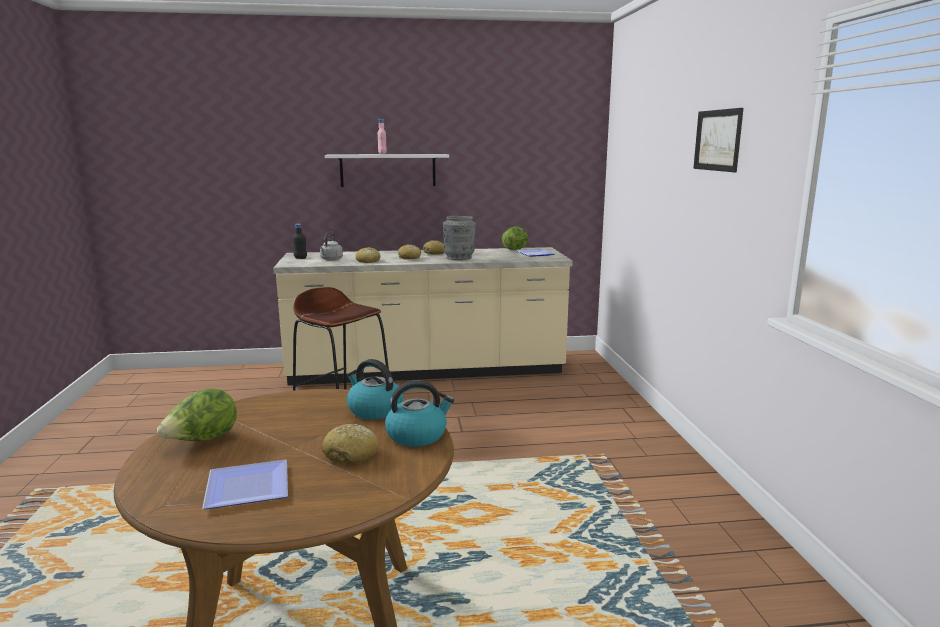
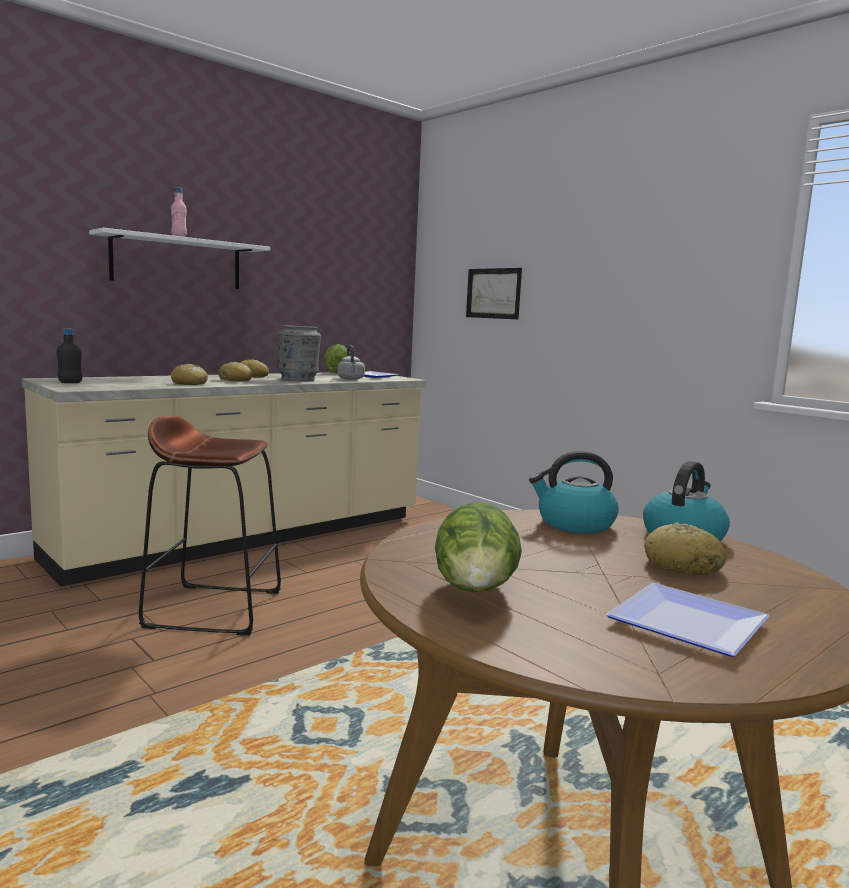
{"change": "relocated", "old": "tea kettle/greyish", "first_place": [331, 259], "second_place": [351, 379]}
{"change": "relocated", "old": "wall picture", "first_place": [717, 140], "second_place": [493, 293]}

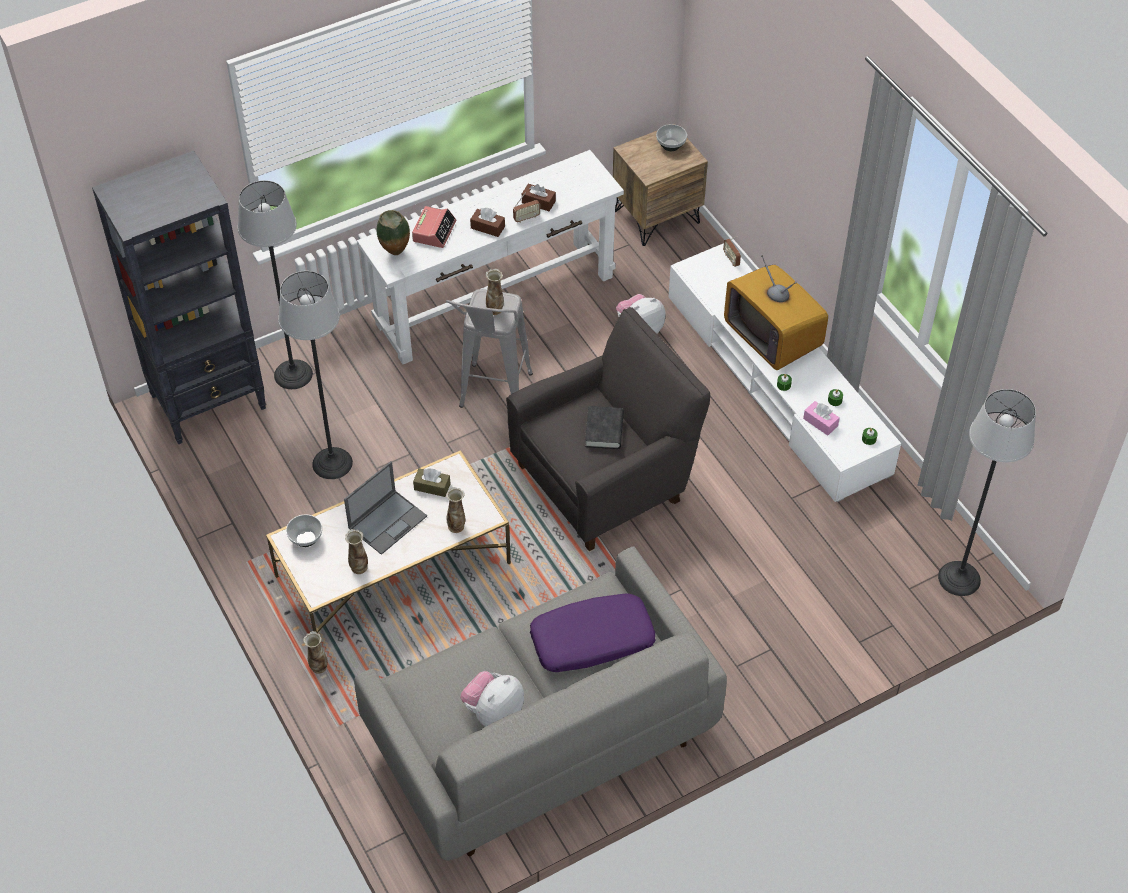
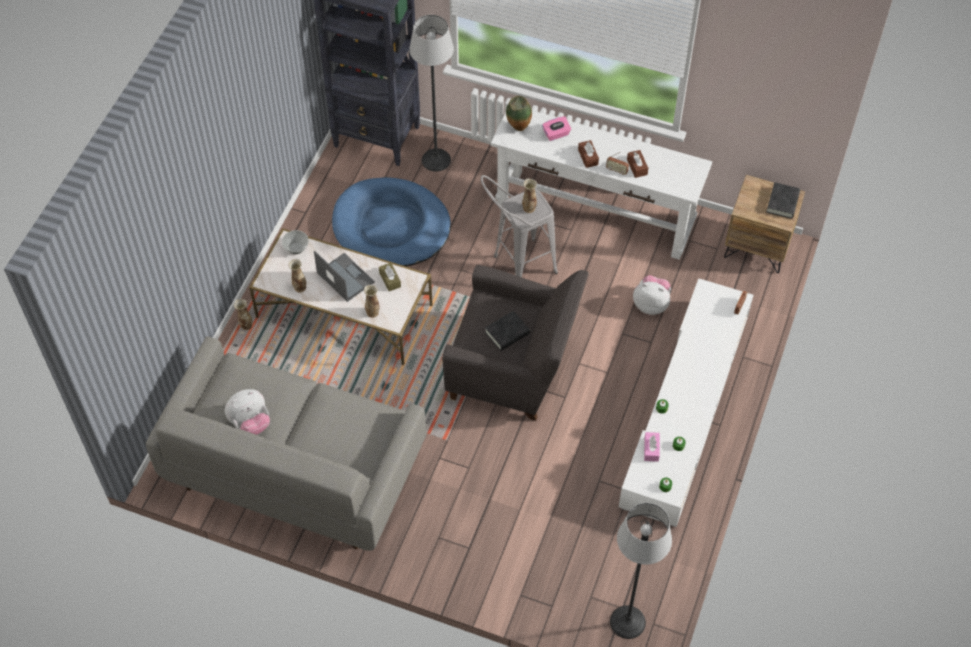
{"change": "exchanged", "old": "floor lamp", "new": "pet bed/bluish", "first_place": [332, 463], "second_place": [391, 226]}
{"change": "spun", "old": "notebook computer", "first_place": [388, 521], "second_place": [345, 277], "degrees": -135}
{"change": "exchanged", "old": "alarm clock", "new": "tissue holder/pink-coloured", "first_place": [434, 231], "second_place": [556, 134]}
{"change": "spun", "old": "cuddly toy", "first_place": [494, 713], "second_place": [250, 423], "degrees": 150}
{"change": "missing", "old": "pillow/purple", "first_place": [592, 641]}
{"change": "exchanged", "old": "deep dish", "new": "book/black", "first_place": [671, 145], "second_place": [782, 203]}
{"change": "missing", "old": "TV", "first_place": [772, 337]}

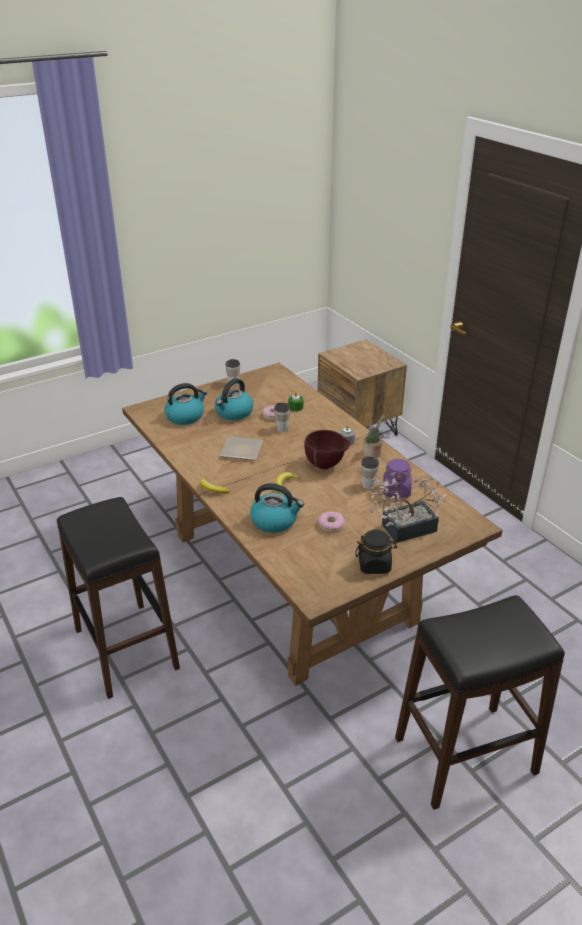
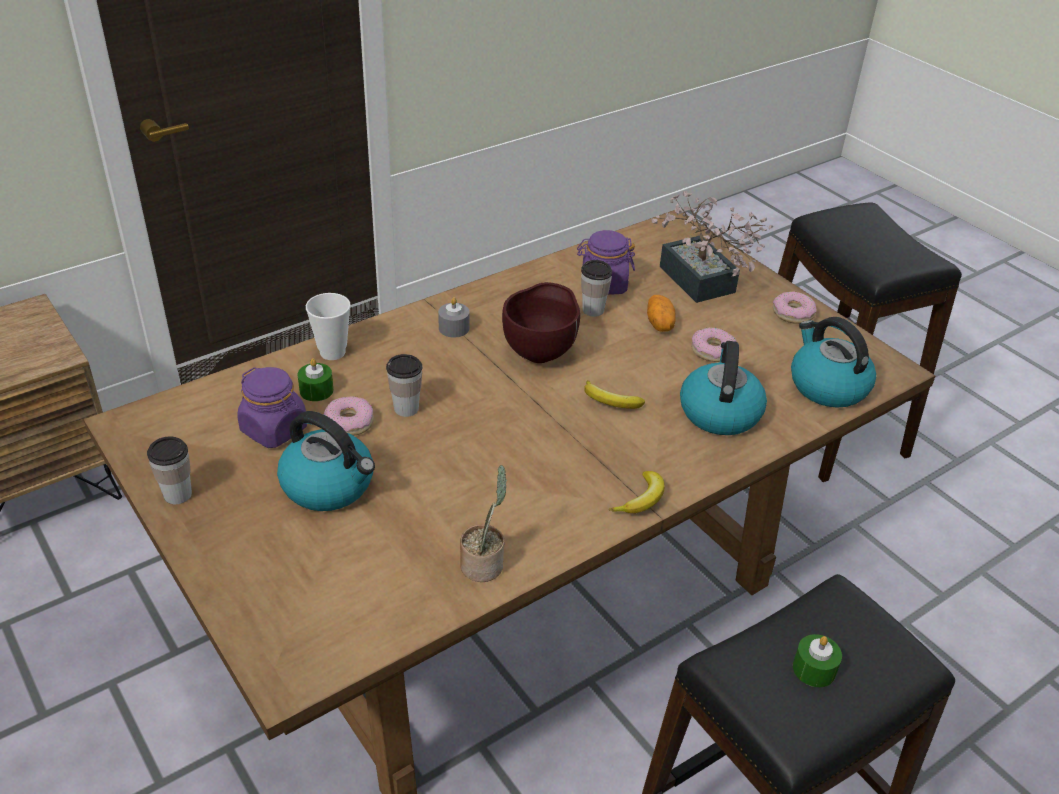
{"change": "relocated", "old": "tea kettle", "first_place": [185, 416], "second_place": [827, 386]}
{"change": "missing", "old": "dinner plate", "first_place": [243, 450]}
{"change": "exchanged", "old": "storage jar/black", "new": "ring doughnut", "first_place": [374, 565], "second_place": [793, 313]}
{"change": "relocated", "old": "potted plant", "first_place": [372, 454], "second_place": [484, 564]}
{"change": "appeared", "new": "storage jar/purple", "second_place": [274, 429]}
{"change": "appeared", "new": "small cup", "second_place": [332, 352]}
{"change": "appeared", "new": "spud", "second_place": [660, 323]}
{"change": "appeared", "new": "wax light/green", "second_place": [814, 669]}

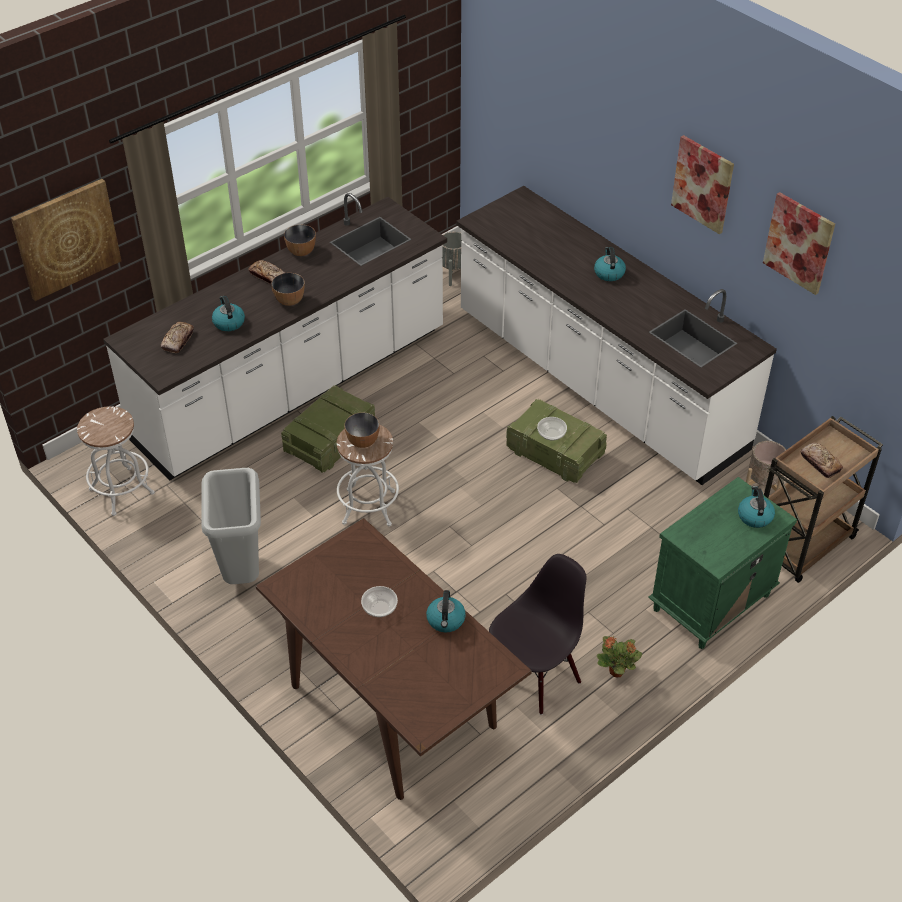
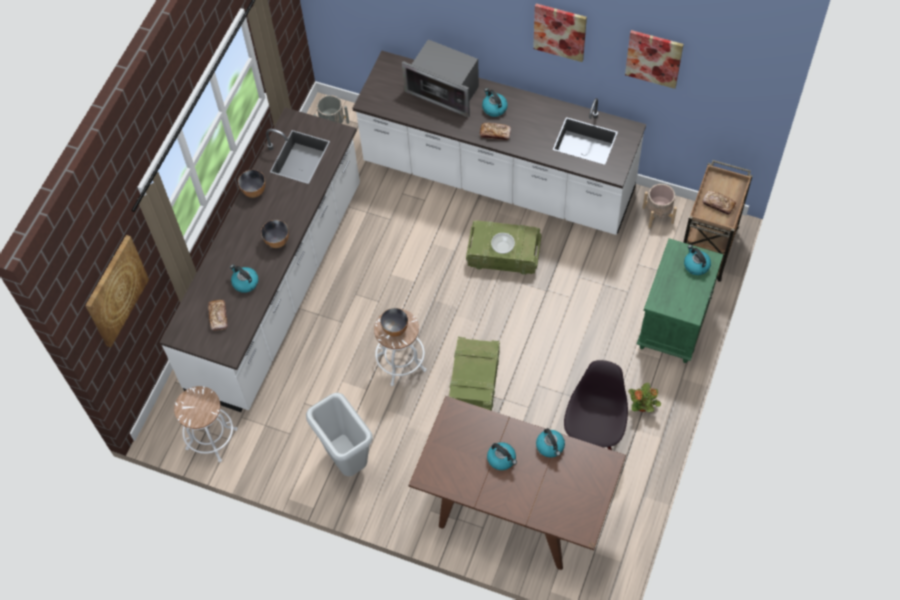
{"change": "relocated", "old": "bakery bread", "first_place": [268, 276], "second_place": [495, 133]}
{"change": "relocated", "old": "crate", "first_place": [330, 440], "second_place": [474, 380]}
{"change": "exchanged", "old": "deep dish", "new": "tea kettle", "first_place": [380, 607], "second_place": [502, 459]}
{"change": "appeared", "new": "microwave oven", "second_place": [445, 91]}

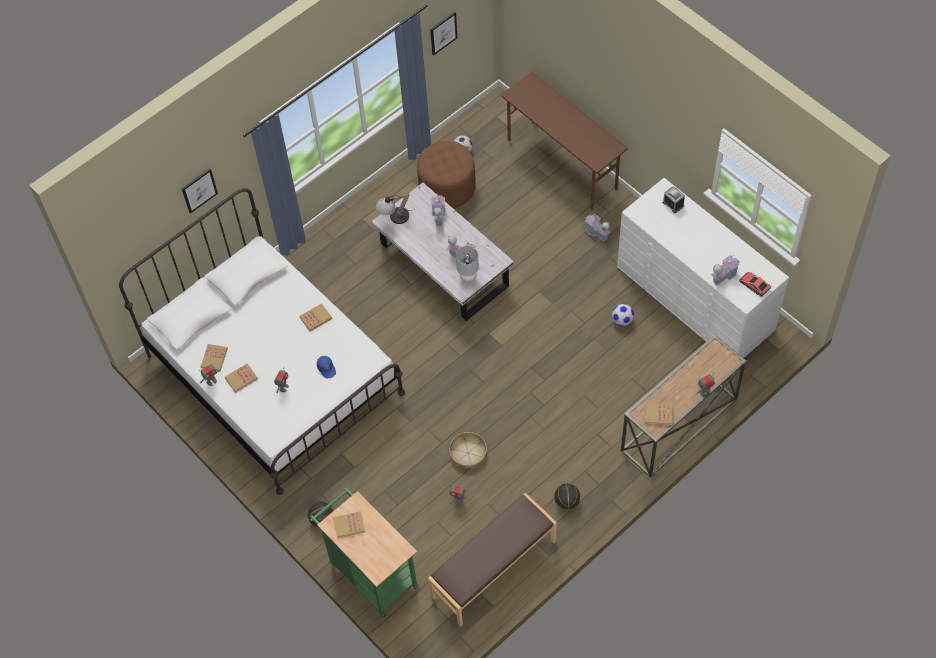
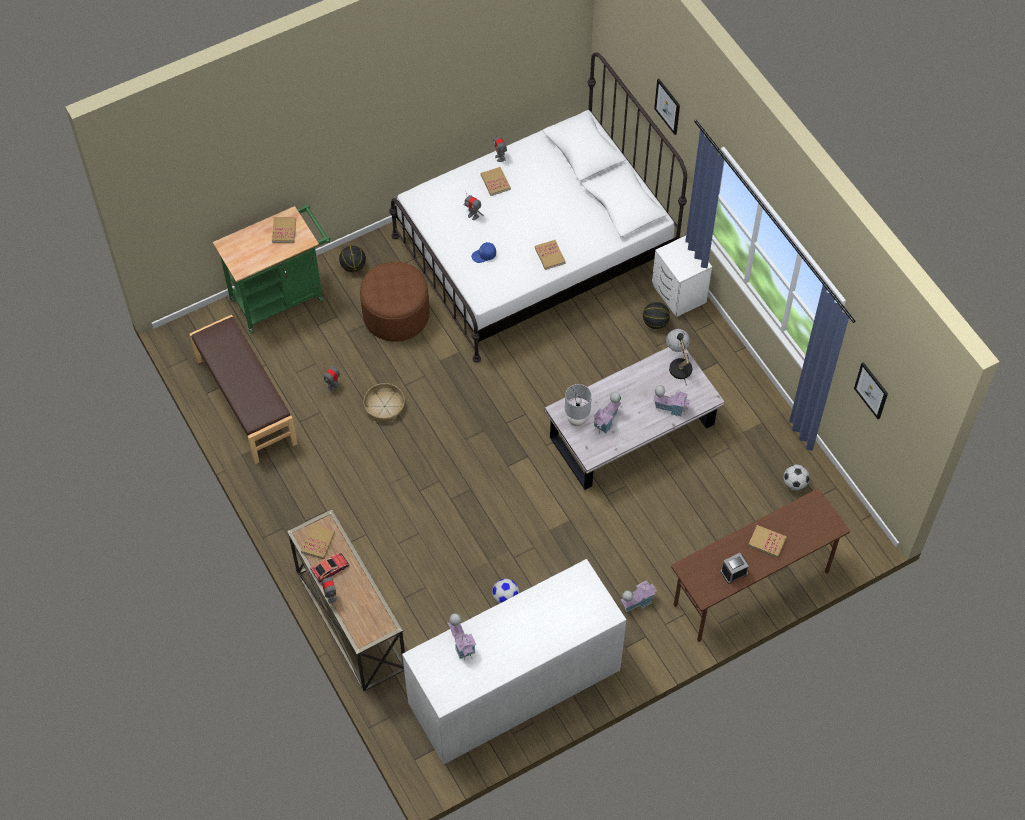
{"change": "relocated", "old": "book", "first_place": [214, 358], "second_place": [767, 542]}
{"change": "relocated", "old": "footrest/brown", "first_place": [447, 187], "second_place": [396, 315]}
{"change": "relocated", "old": "basketball ball", "first_place": [566, 502], "second_place": [655, 322]}
{"change": "relocated", "old": "alarm clock", "first_place": [673, 204], "second_place": [734, 572]}
{"change": "relocated", "old": "miniature car", "first_place": [754, 285], "second_place": [330, 568]}
{"change": "appeared", "new": "night table/whitish", "second_place": [679, 295]}

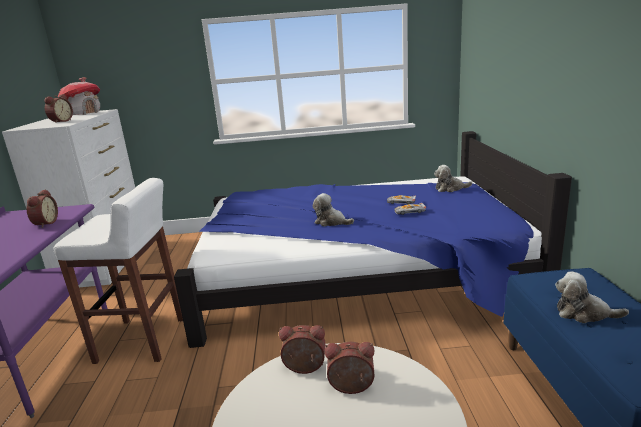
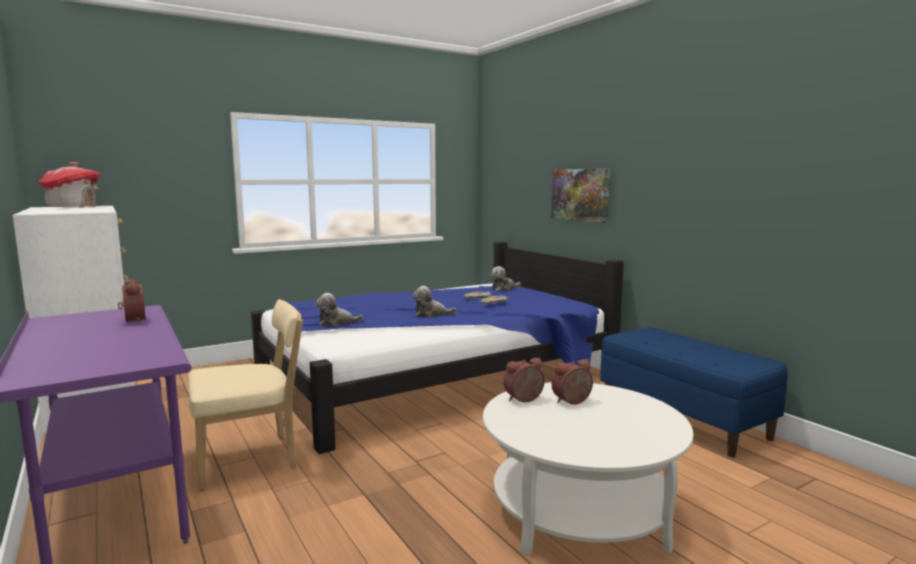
{"change": "missing", "old": "alarm clock", "first_place": [60, 121]}
{"change": "exchanged", "old": "sitting stool/whitish", "new": "upright chair/beige-coloured", "first_place": [143, 340], "second_place": [251, 459]}
{"change": "relocated", "old": "cuddly toy", "first_place": [583, 313], "second_place": [336, 322]}
{"change": "appeared", "new": "wall picture", "second_place": [580, 194]}

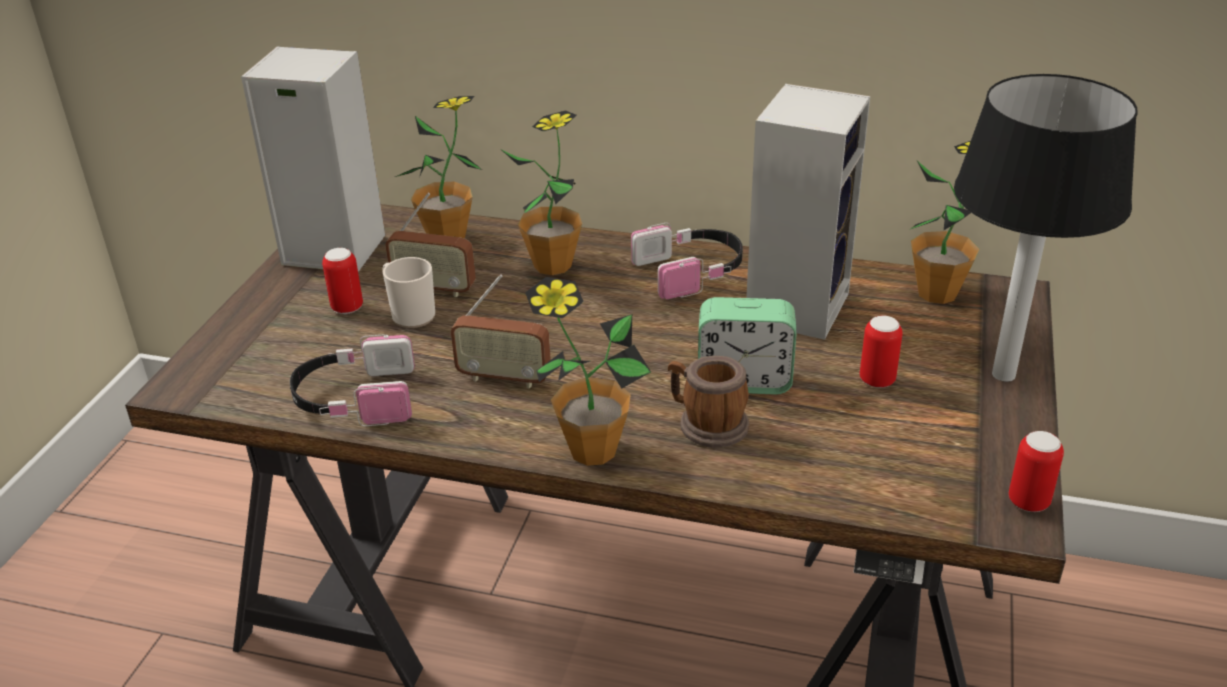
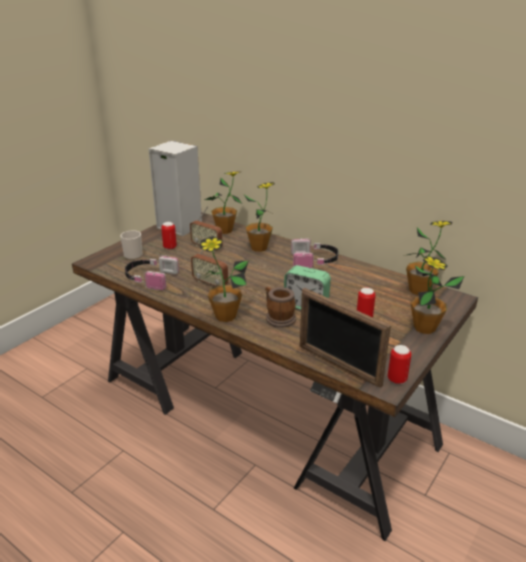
{"change": "relocated", "old": "coffee mug", "first_place": [410, 314], "second_place": [132, 254]}
{"change": "missing", "old": "speaker", "first_place": [796, 305]}
{"change": "exchanged", "old": "tabletop lamp", "new": "potted plant", "first_place": [1002, 374], "second_place": [424, 328]}
{"change": "appeared", "new": "photo frame", "second_place": [338, 365]}

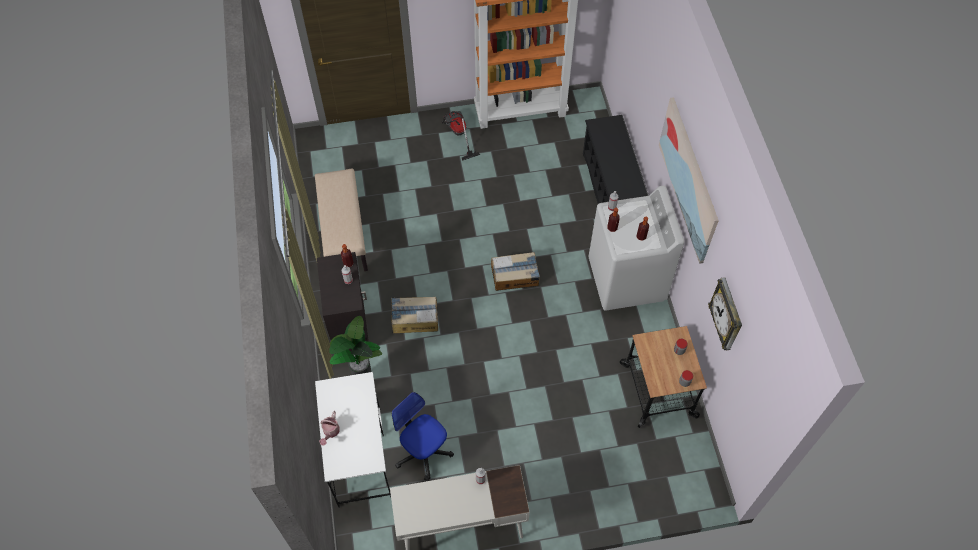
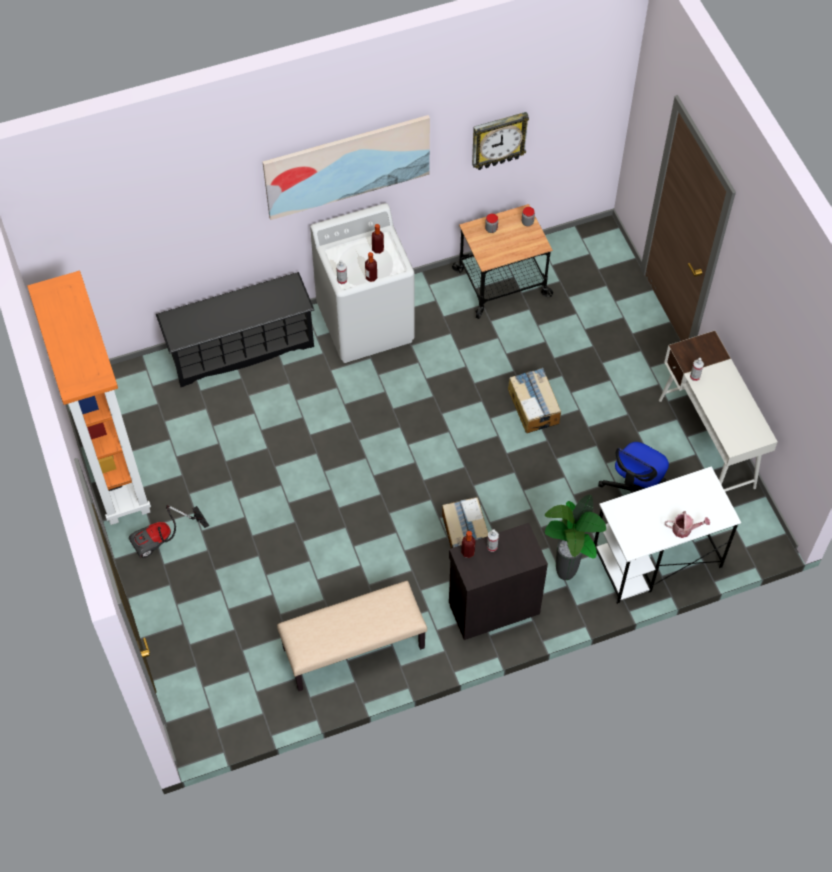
{"change": "relocated", "old": "packing box", "first_place": [515, 276], "second_place": [533, 406]}

